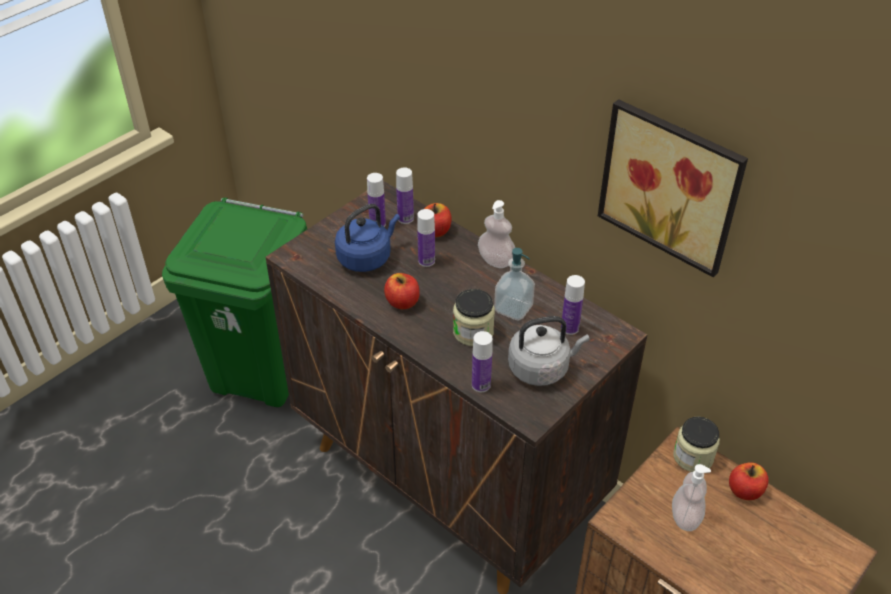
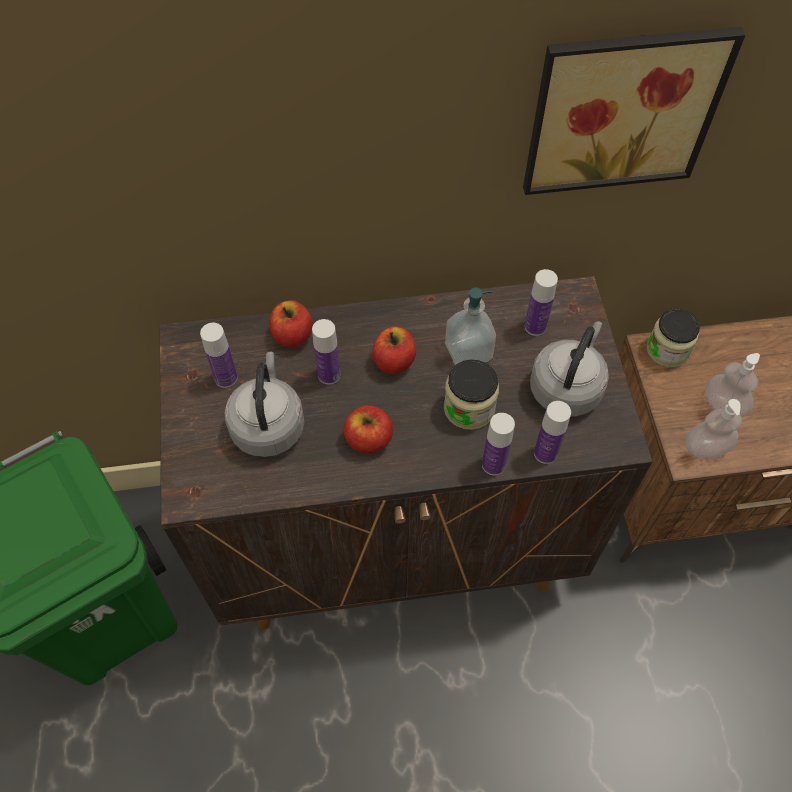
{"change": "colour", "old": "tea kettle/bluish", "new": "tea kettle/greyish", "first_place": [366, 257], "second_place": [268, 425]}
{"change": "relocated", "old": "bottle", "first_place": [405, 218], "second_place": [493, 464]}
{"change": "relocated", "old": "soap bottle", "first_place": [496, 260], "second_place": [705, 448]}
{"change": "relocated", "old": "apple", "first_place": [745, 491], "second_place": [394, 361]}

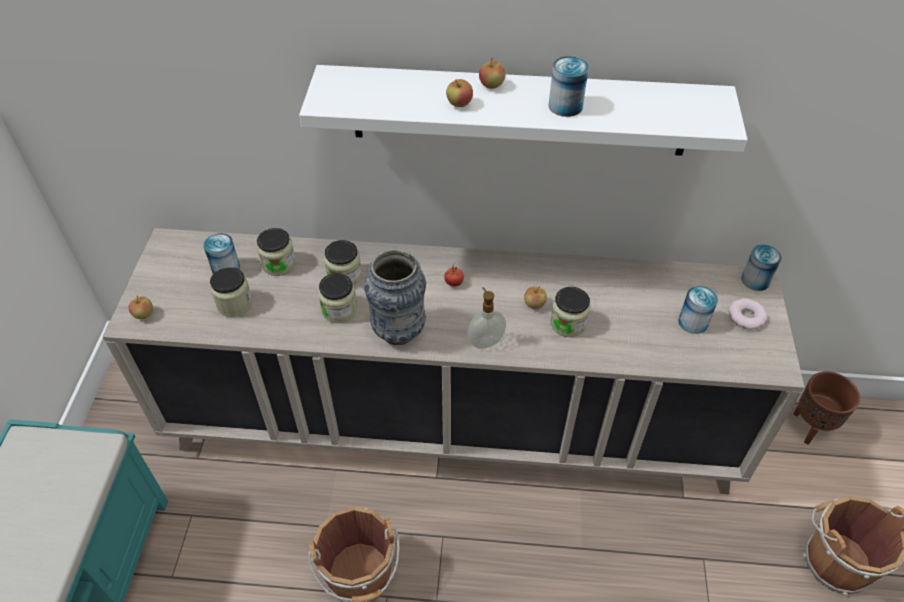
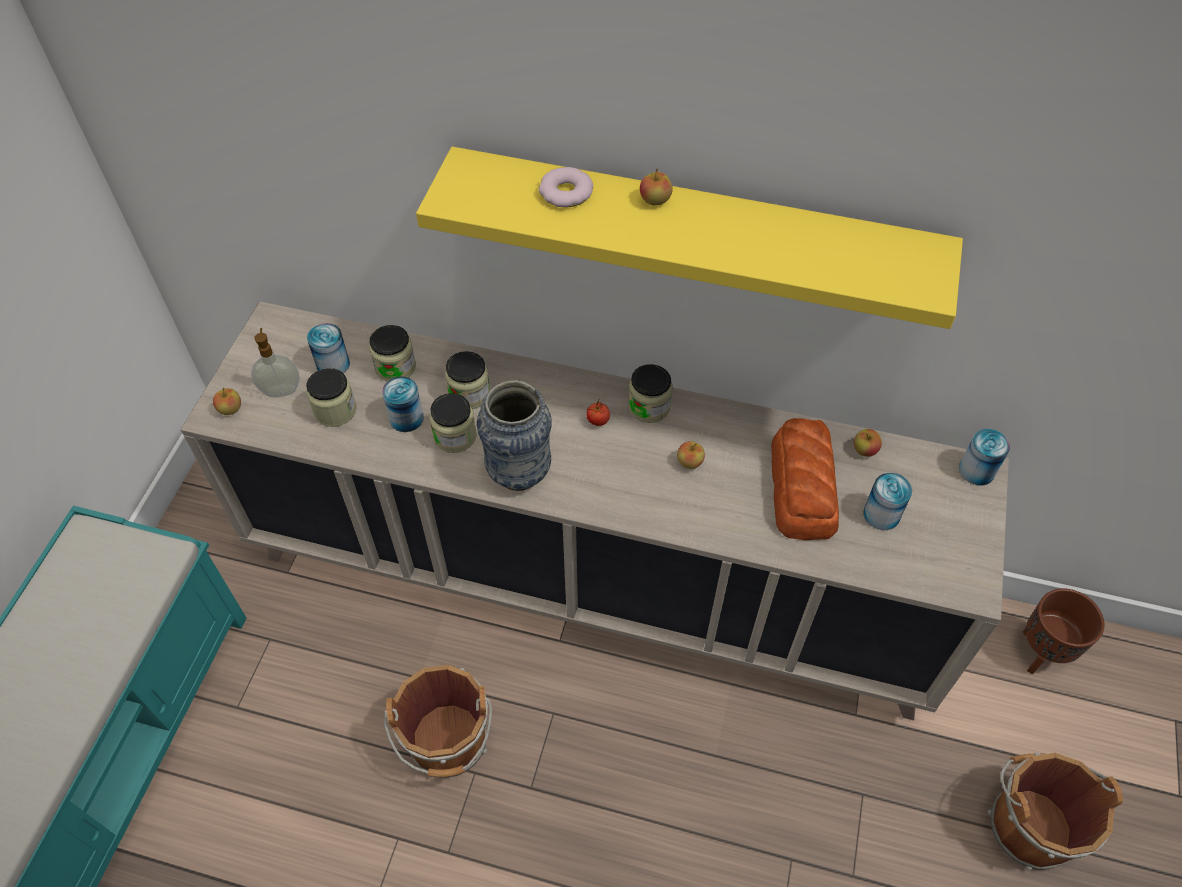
{"change": "colour", "old": "wall shelf/whitish", "new": "wall shelf/yellow", "first_place": [519, 111], "second_place": [693, 230]}
{"change": "relocated", "old": "apple", "first_place": [459, 104], "second_place": [864, 450]}
{"change": "relocated", "old": "soap bottle", "first_place": [485, 341], "second_place": [281, 390]}
{"change": "relocated", "old": "can", "first_place": [565, 106], "second_place": [406, 418]}
{"change": "relocated", "old": "storage jar", "first_place": [568, 323], "second_place": [649, 407]}
{"change": "relocated", "old": "ring doughnut", "first_place": [746, 317], "second_place": [566, 193]}
{"change": "appeared", "new": "bakery bread", "second_place": [802, 488]}

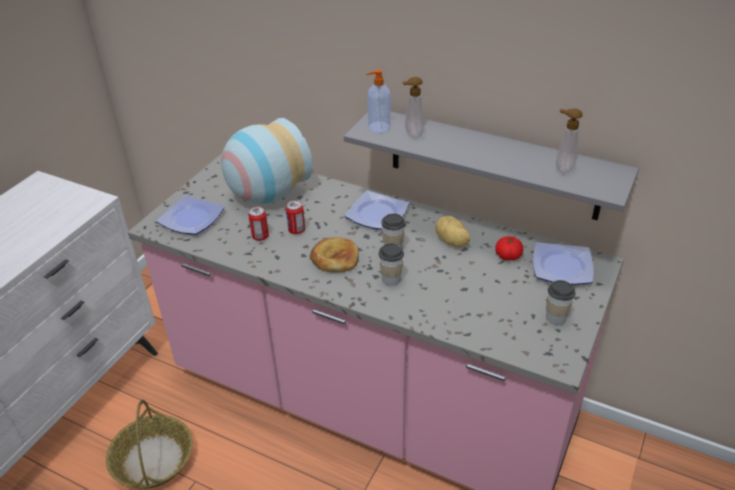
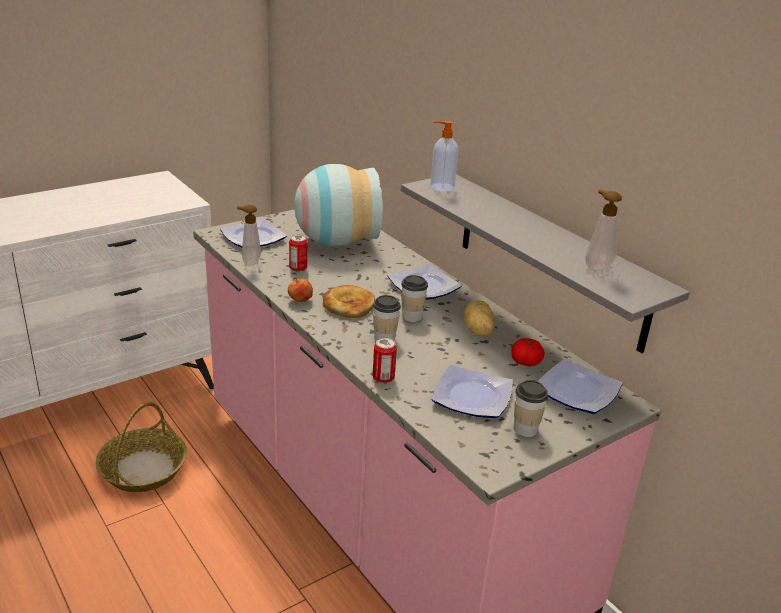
{"change": "relocated", "old": "can", "first_place": [296, 230], "second_place": [383, 378]}
{"change": "relocated", "old": "soap bottle", "first_place": [412, 135], "second_place": [249, 262]}
{"change": "appeared", "new": "apple", "second_place": [300, 300]}
{"change": "appeared", "new": "dinner plate", "second_place": [470, 397]}

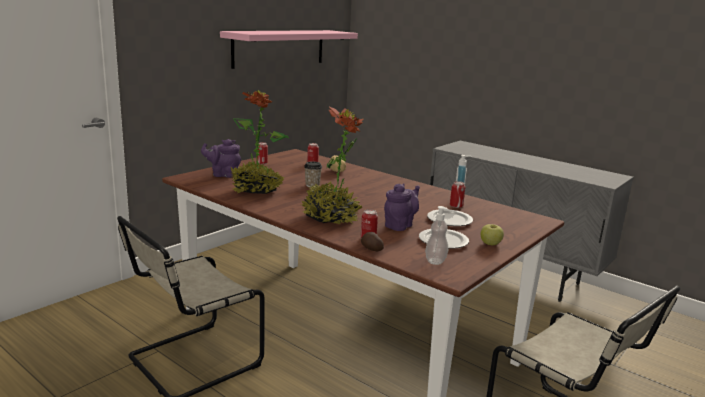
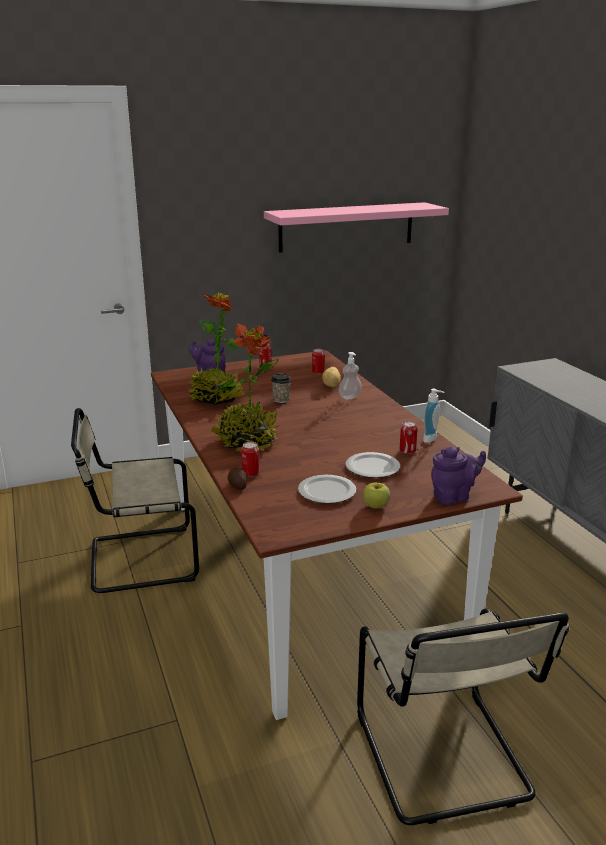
{"change": "relocated", "old": "tea pot/purple", "first_place": [400, 225], "second_place": [453, 496]}
{"change": "relocated", "old": "soap bottle", "first_place": [435, 261], "second_place": [350, 397]}

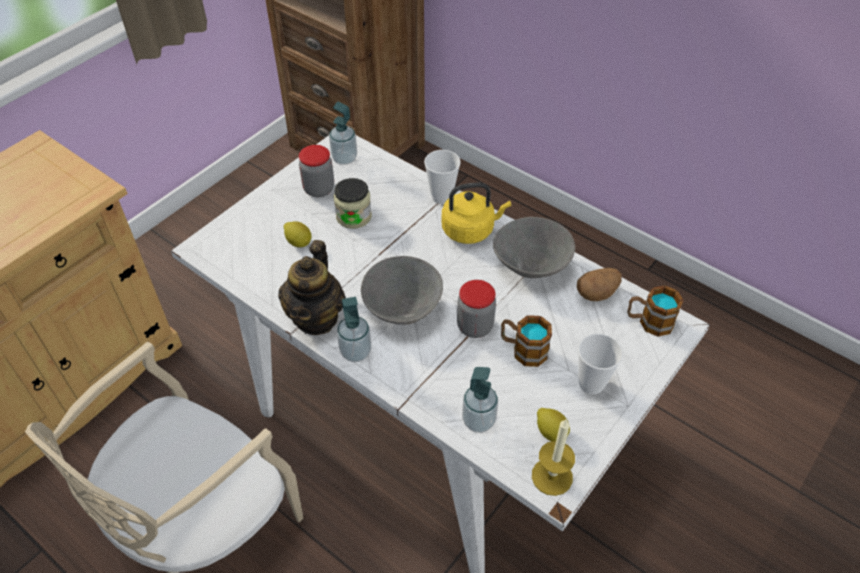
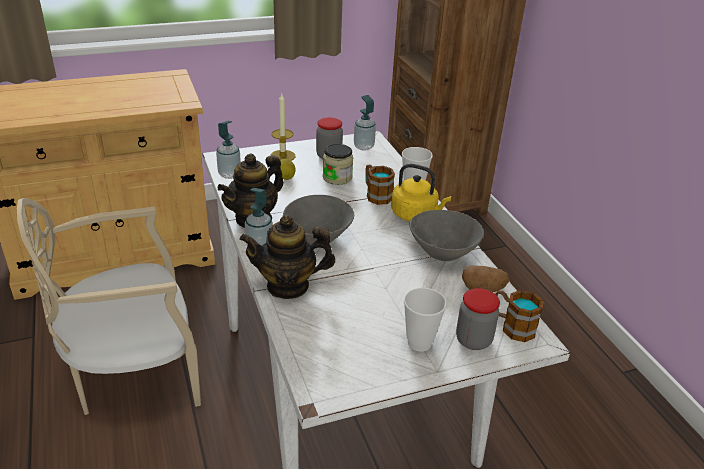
{"change": "relocated", "old": "storage jar", "first_place": [475, 326], "second_place": [473, 340]}
{"change": "relocated", "old": "soap bottle", "first_place": [478, 421], "second_place": [229, 174]}
{"change": "relocated", "old": "coffee mug", "first_place": [523, 350], "second_place": [376, 195]}
{"change": "relocated", "old": "wax light", "first_place": [552, 476], "second_place": [282, 156]}
{"change": "missing", "old": "lemon", "first_place": [551, 432]}
{"change": "appeared", "new": "tea pot", "second_place": [288, 286]}

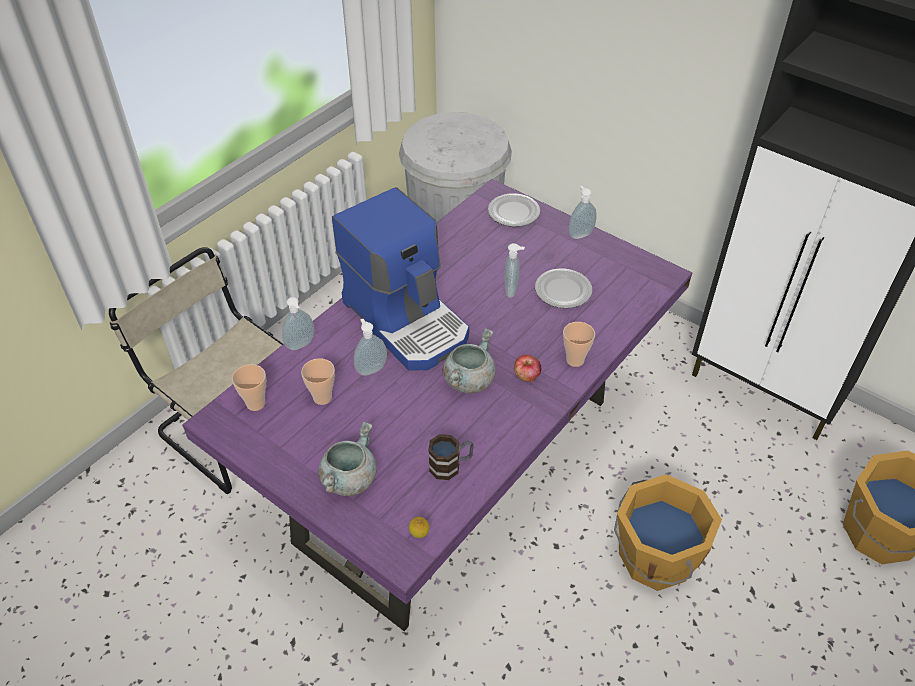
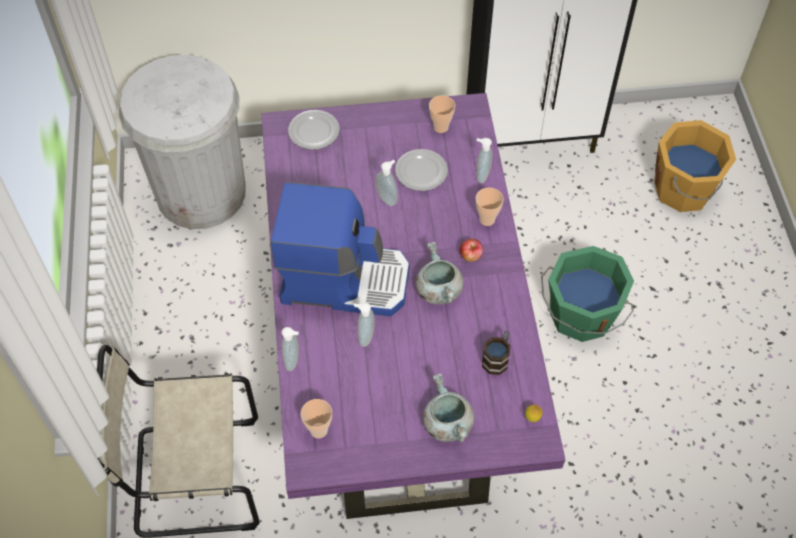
{"change": "relocated", "old": "small cup", "first_place": [322, 397], "second_place": [441, 127]}
{"change": "relocated", "old": "soap bottle", "first_place": [580, 234], "second_place": [481, 175]}
{"change": "colour", "old": "pail/orangey", "new": "pail/green", "first_place": [654, 557], "second_place": [581, 316]}

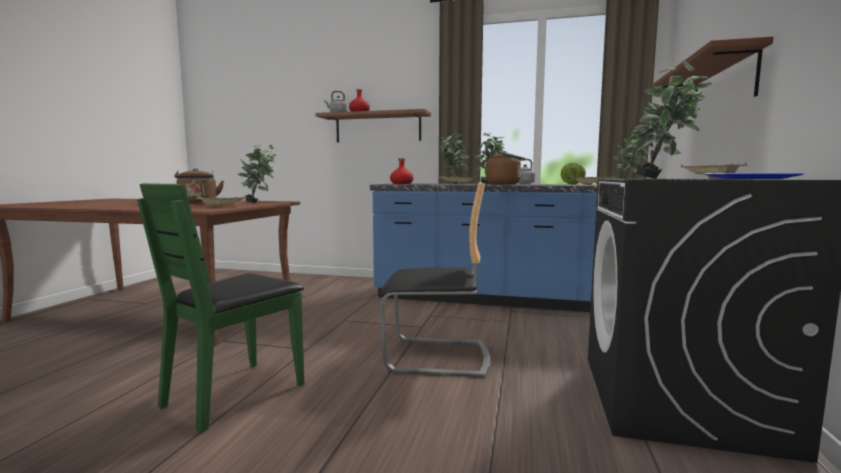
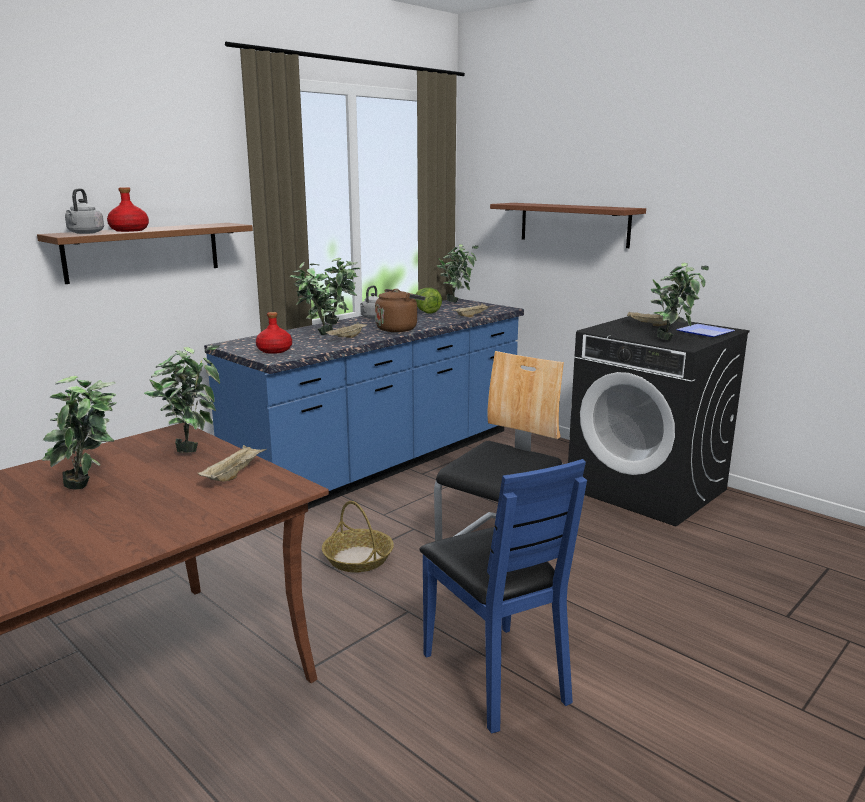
{"change": "colour", "old": "upright chair/green", "new": "upright chair/bluish", "first_place": [235, 393], "second_place": [496, 675]}
{"change": "exchanged", "old": "tea kettle/brown", "new": "potted plant", "first_place": [198, 203], "second_place": [90, 488]}
{"change": "appeared", "new": "storage basket", "second_place": [357, 558]}

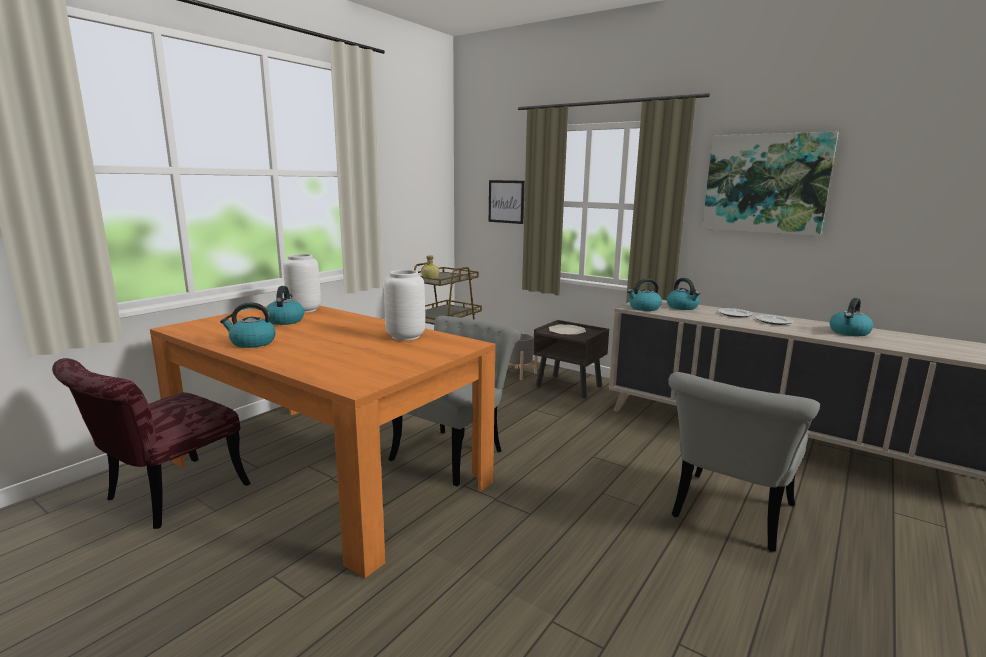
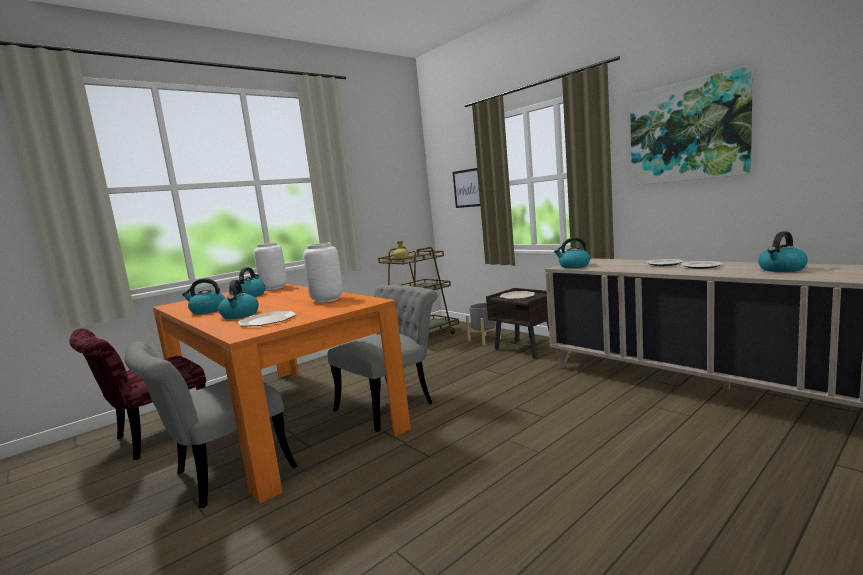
{"change": "relocated", "old": "tea kettle", "first_place": [682, 307], "second_place": [240, 315]}
{"change": "relocated", "old": "upright chair/greyish", "first_place": [728, 517], "second_place": [222, 476]}
{"change": "appeared", "new": "dinner plate", "second_place": [268, 320]}

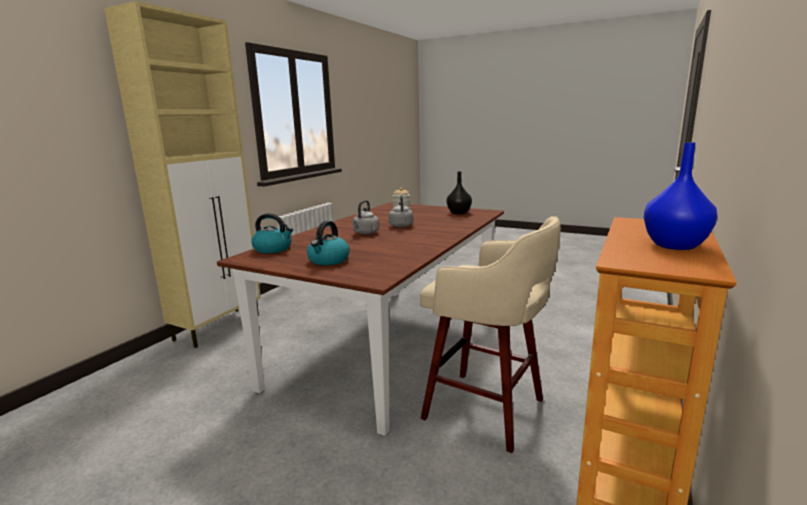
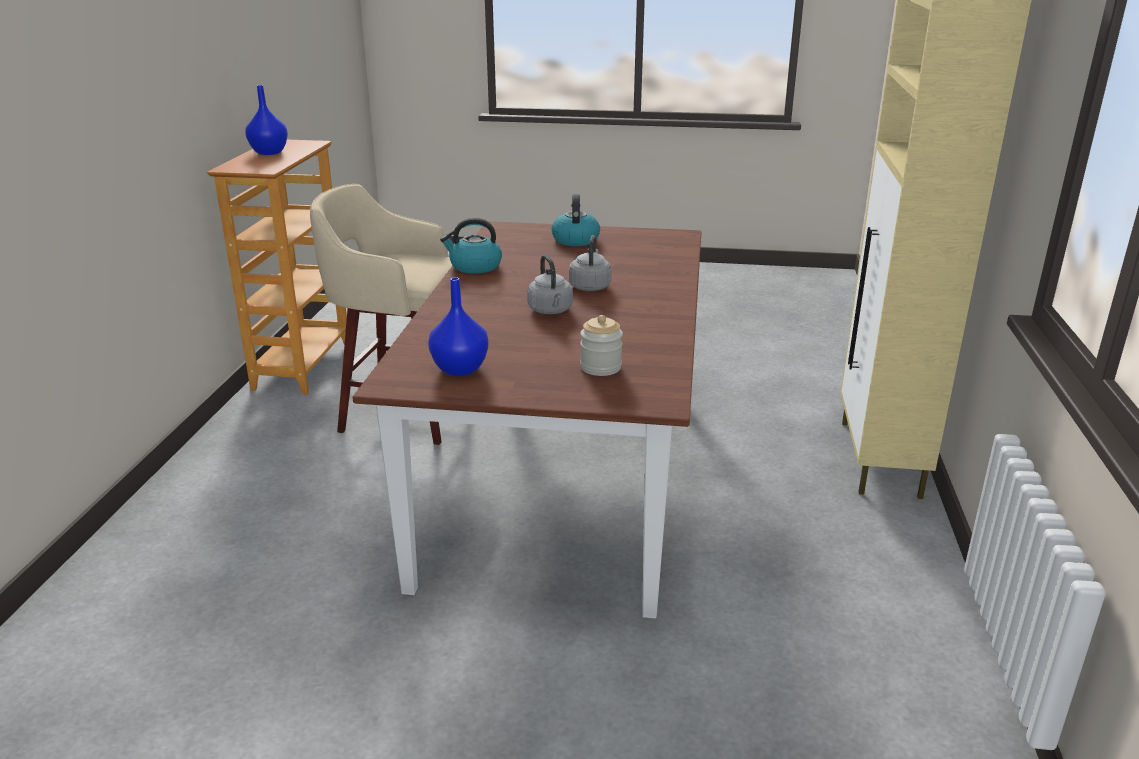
{"change": "relocated", "old": "tea kettle", "first_place": [273, 249], "second_place": [474, 267]}
{"change": "colour", "old": "decorative vase/black", "new": "decorative vase/bluish", "first_place": [458, 213], "second_place": [461, 369]}

